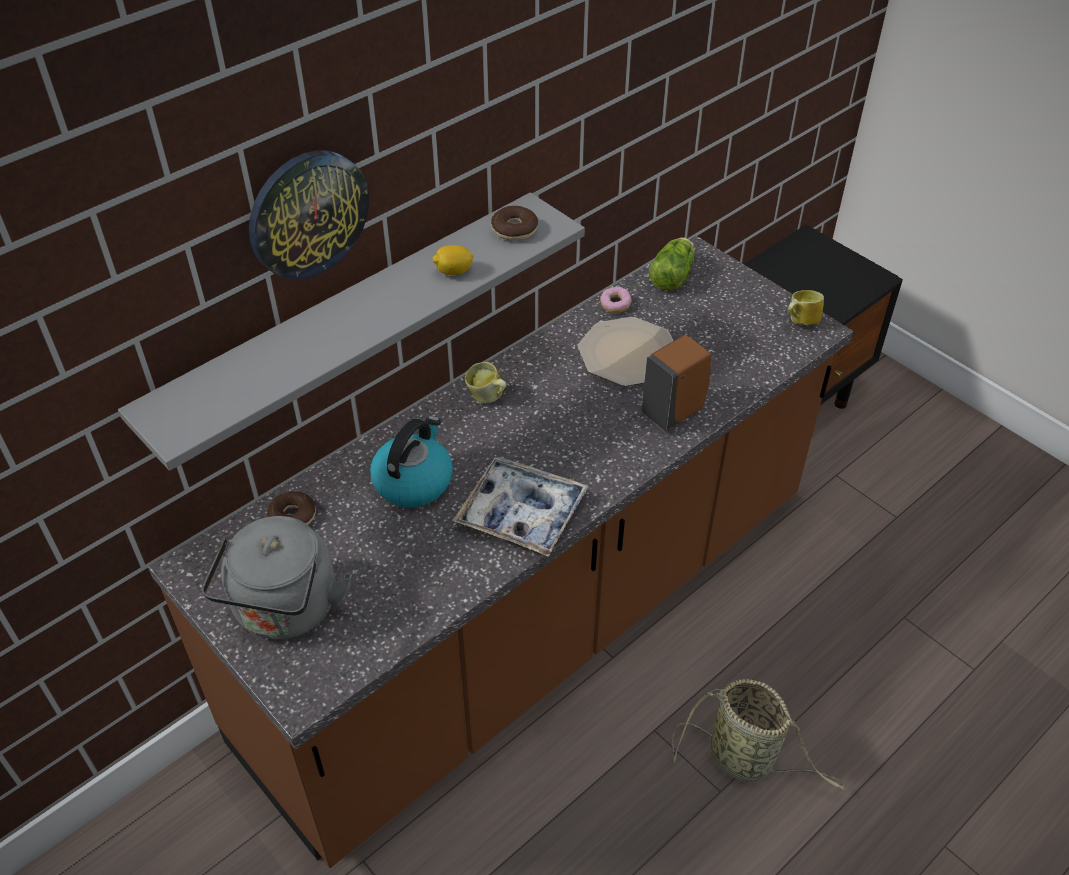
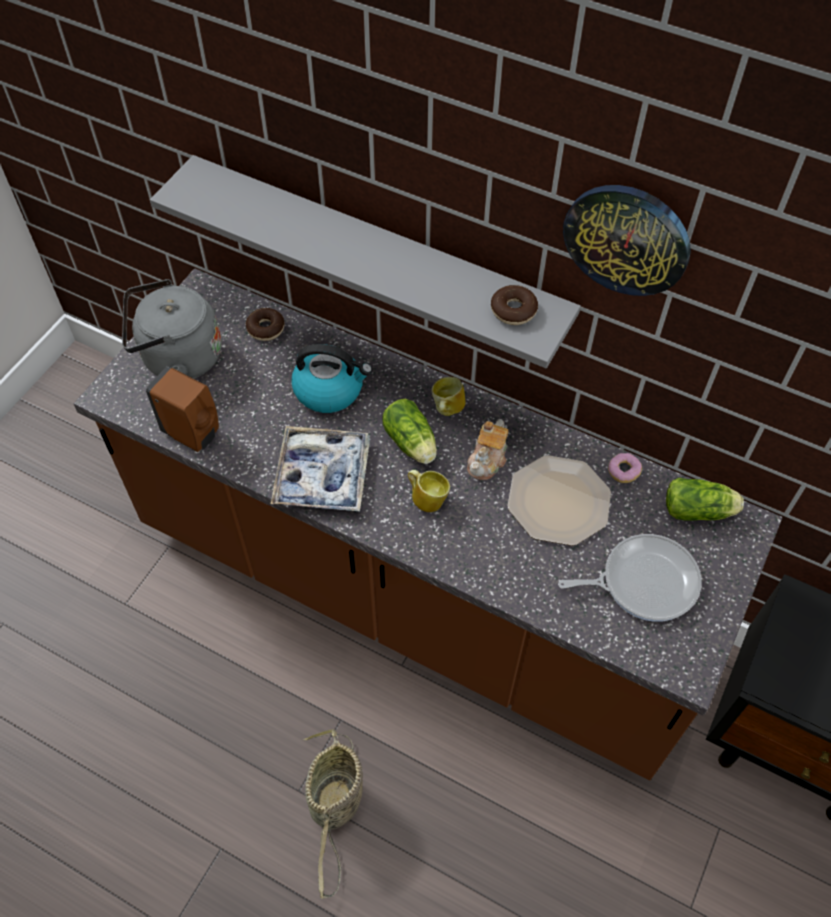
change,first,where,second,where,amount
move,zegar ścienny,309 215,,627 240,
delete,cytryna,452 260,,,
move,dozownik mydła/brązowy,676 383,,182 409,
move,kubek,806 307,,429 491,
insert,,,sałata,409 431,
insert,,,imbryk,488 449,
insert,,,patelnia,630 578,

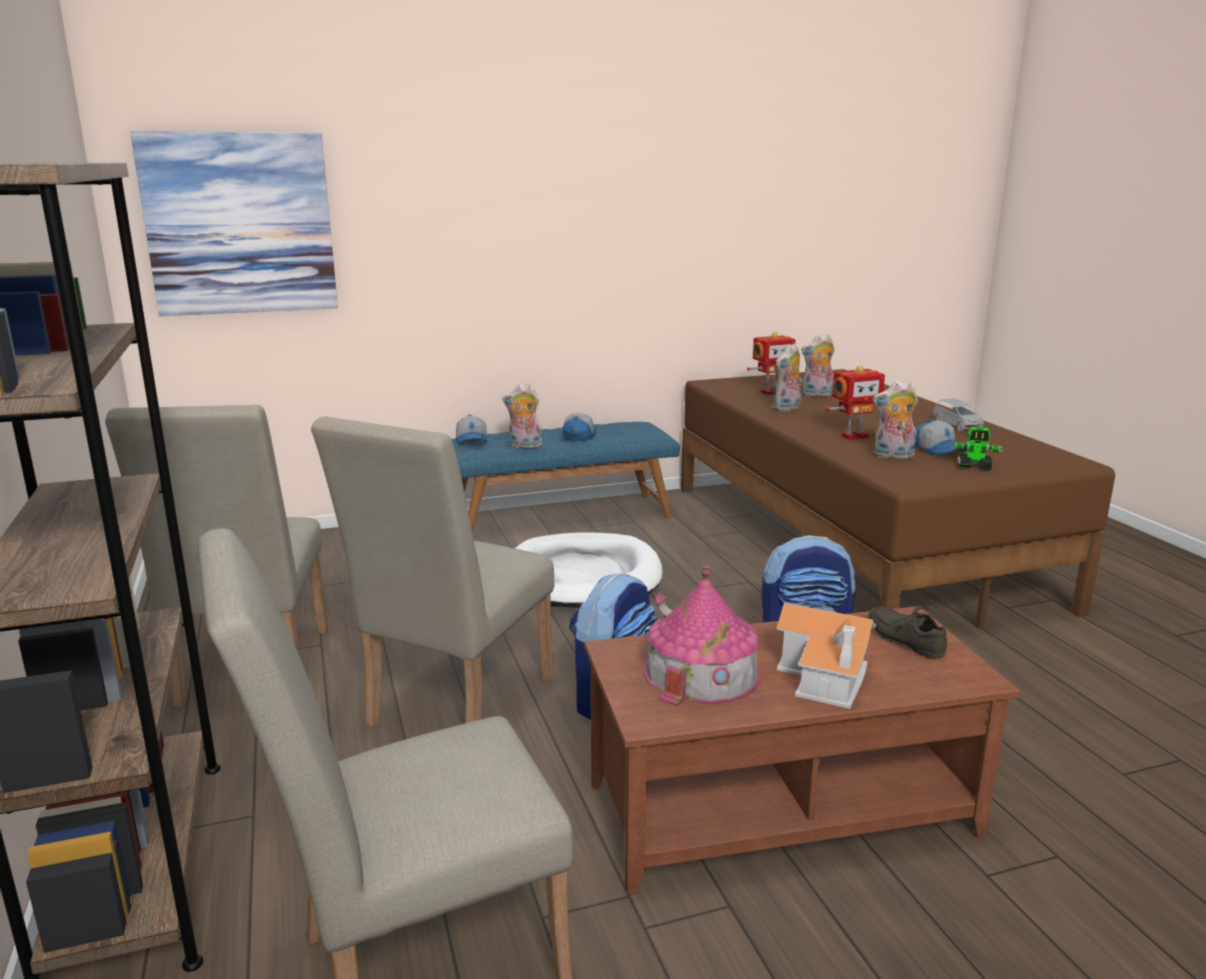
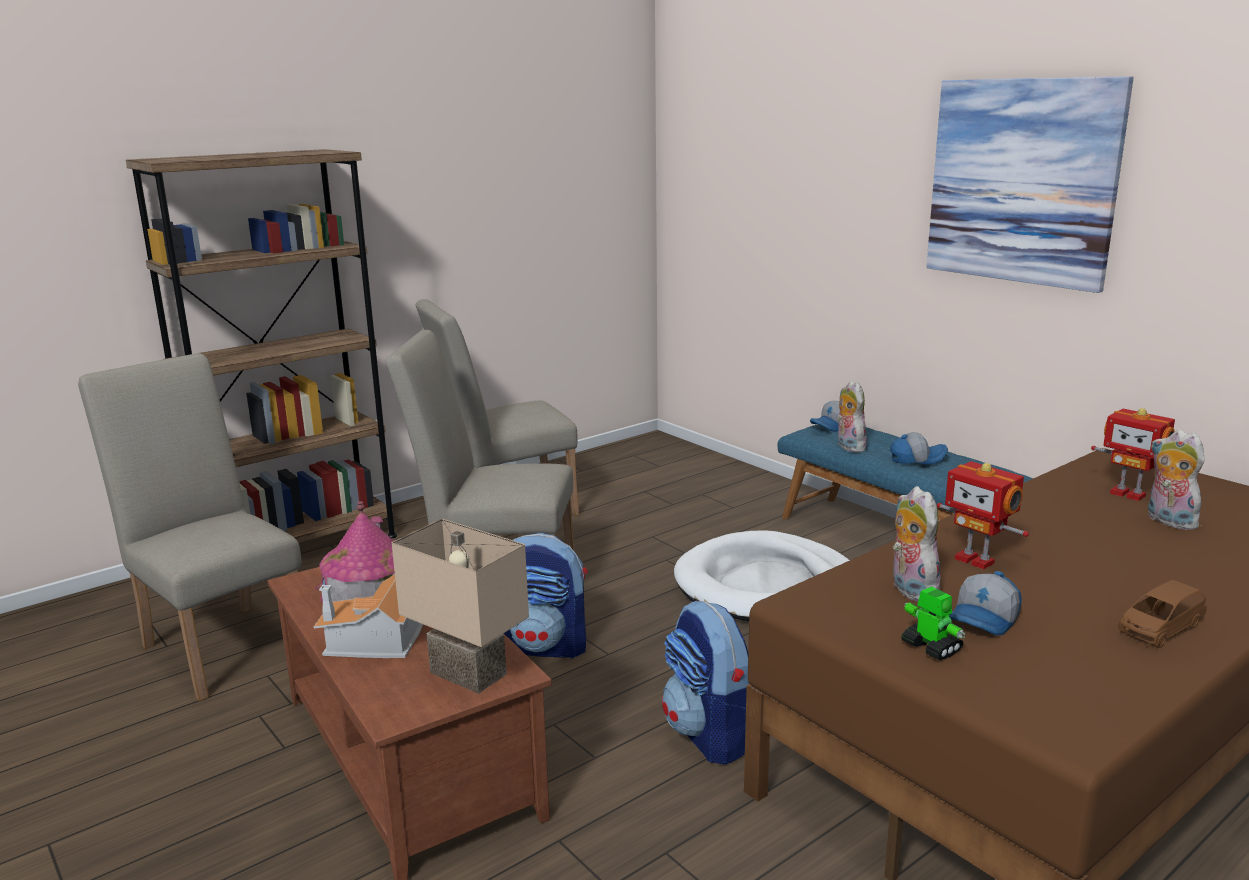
change,first,where,second,where,amount
move,obraz,234 223,,1030 184,
delete,pluszak,787 378,,,
replace,but/szary,907 629,lampa stołowa/beżowy,460 606,
recolor,samochodzik/szary,958 415,samochodzik/brązowy,1162 614,
rotate,robot zabawkowy,977 448,,933 624,150 degrees clockwise

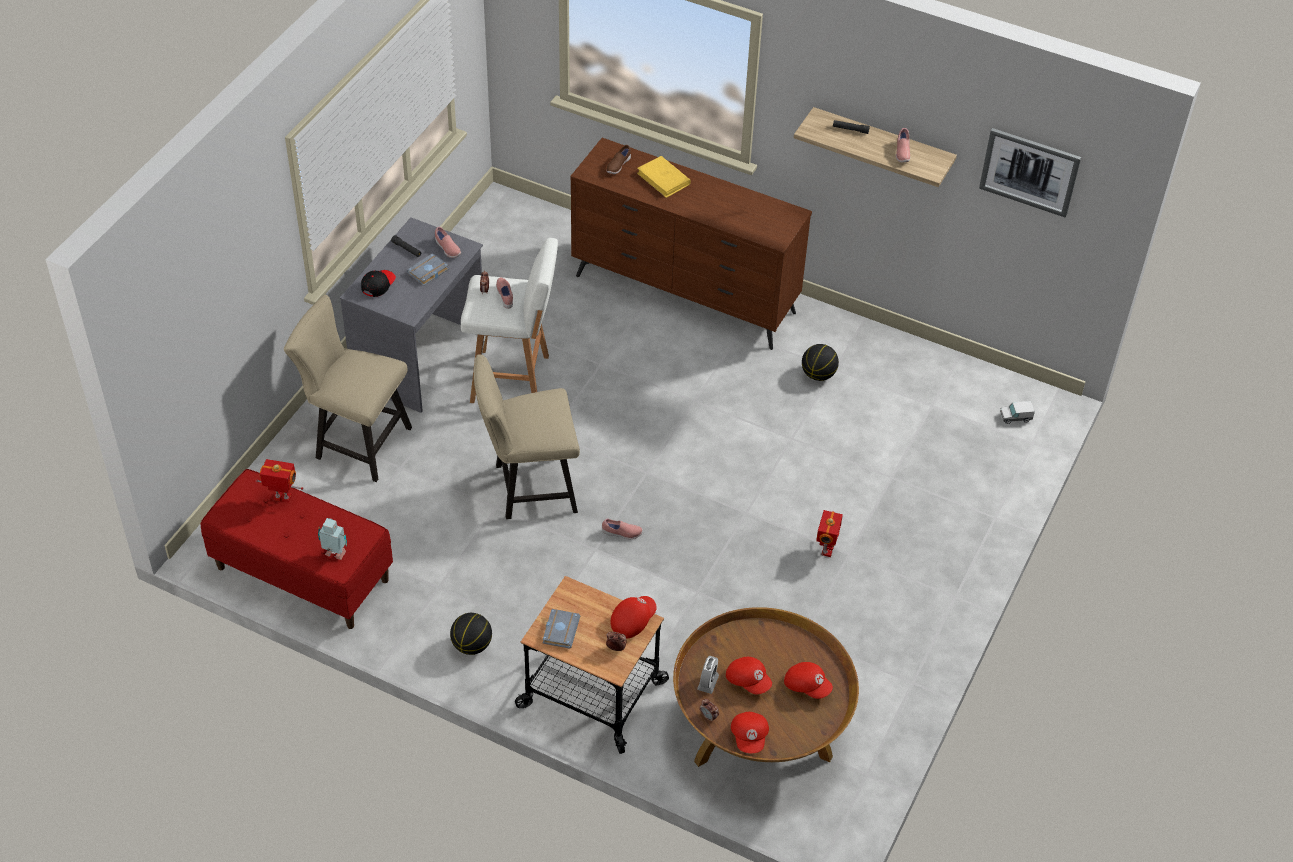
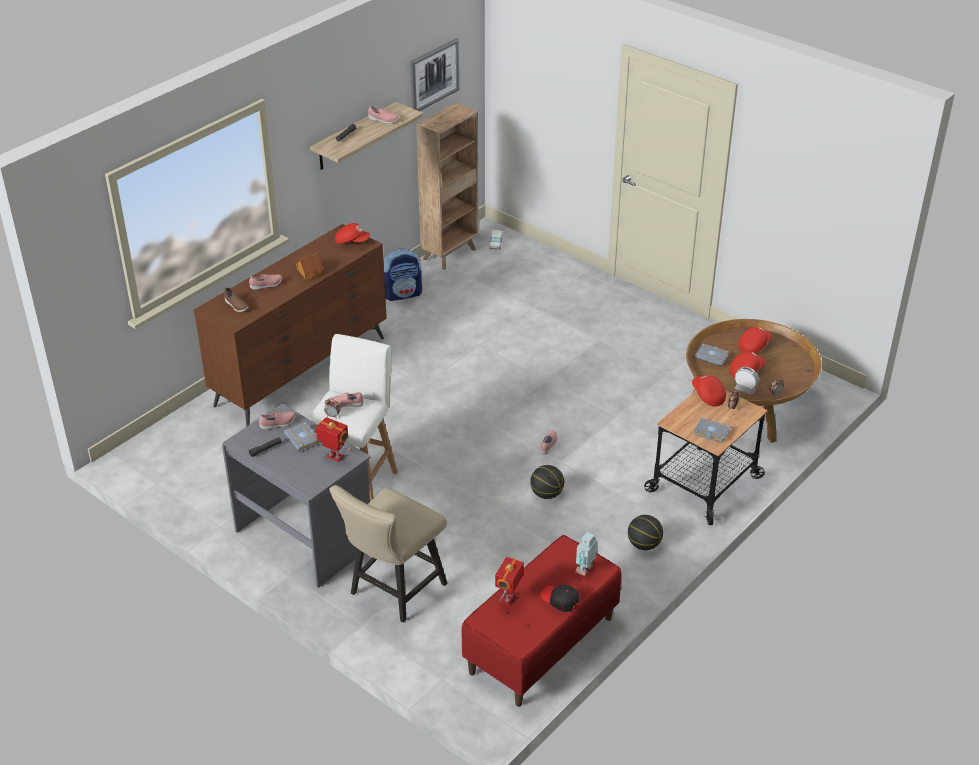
change,first,where,second,where,amount
move,czapka z daszkiem/czarny,378 283,,559 598,
delete,krzesło/beżowy,527 436,,,
replace,książka/żółty,664 177,but/różowy,265 282,
move,czapka z daszkiem/czerwony,750 732,,352 233,
move,piłka do koszykówki,820 362,,547 482,
move,robot zabawkowy,829 533,,333 439,
insert,,,domek,309 266,
insert,,,plecak,402 274,
insert,,,regał/brązowy,447 186,
insert,,,książka/szary,712 355,

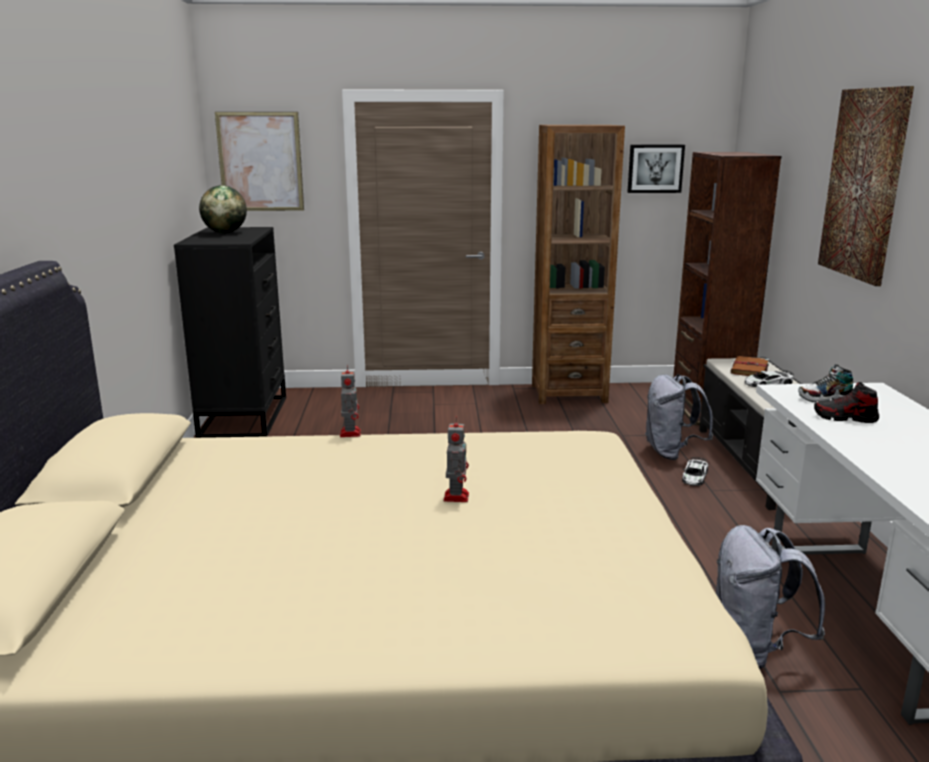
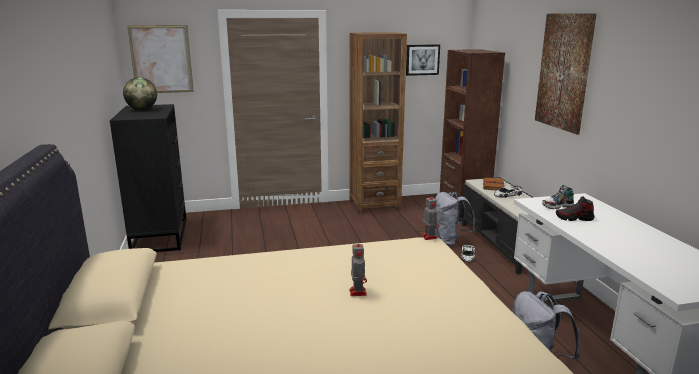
change,first,where,second,where,amount
move,robot zabawkowy,350 401,,430 216,

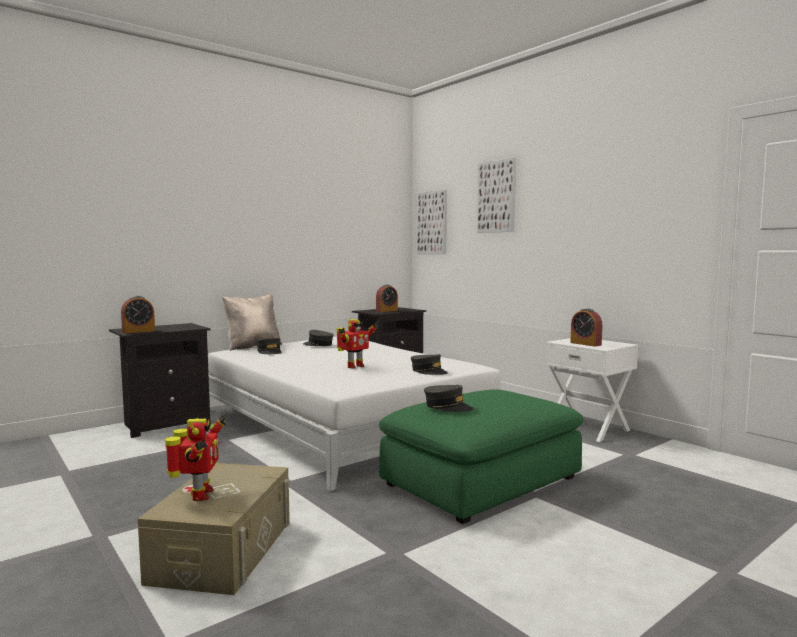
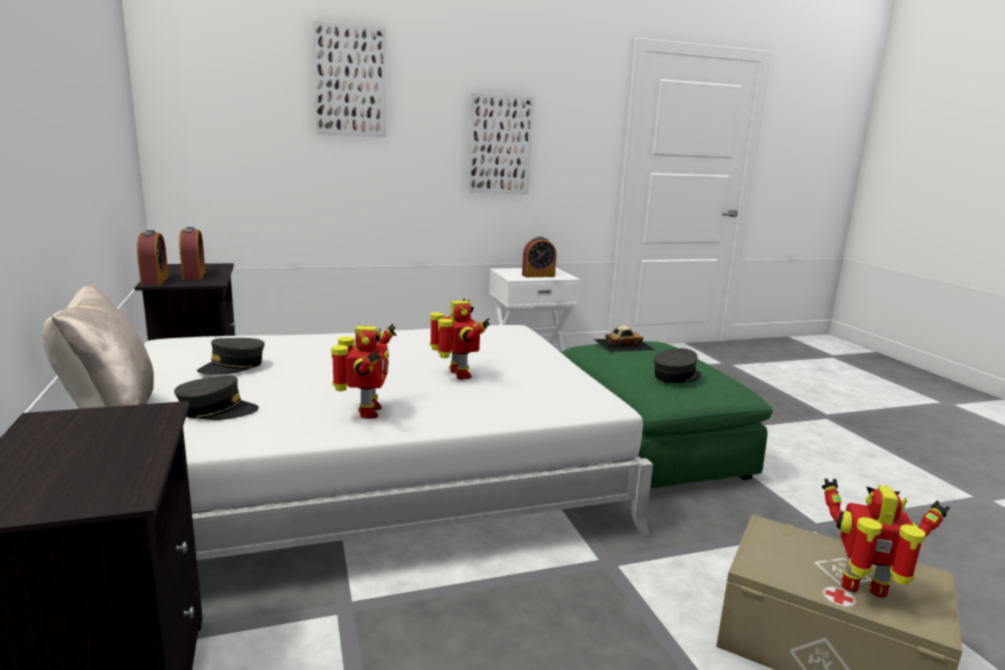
change,first,where,second,where,amount
move,budzik,138 315,,153 258,
delete,czapka z daszkiem/szary,429 364,,,
move,obraz,432 222,,501 143,
insert,,,robot zabawkowy,364 371,
insert,,,samochodzik,624 338,

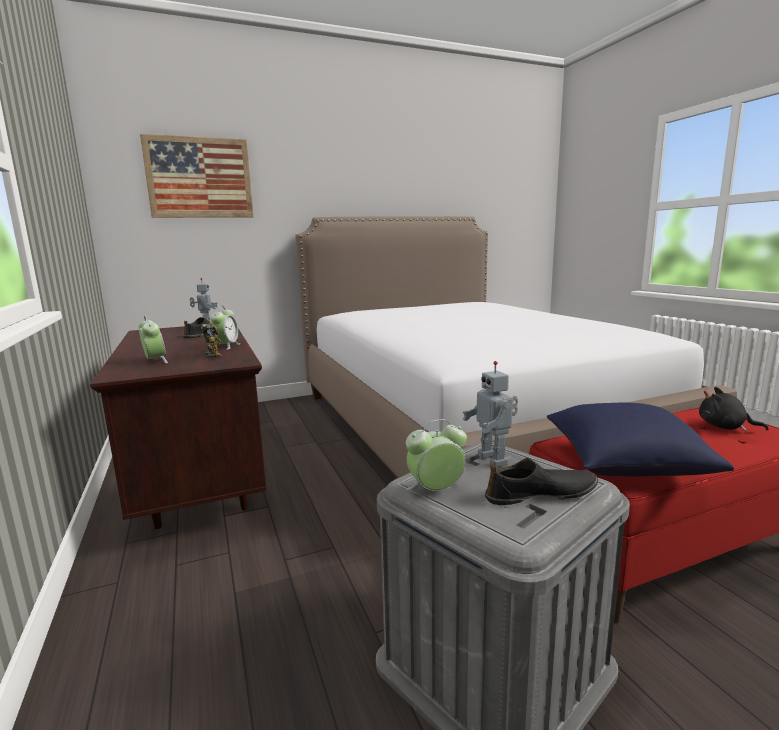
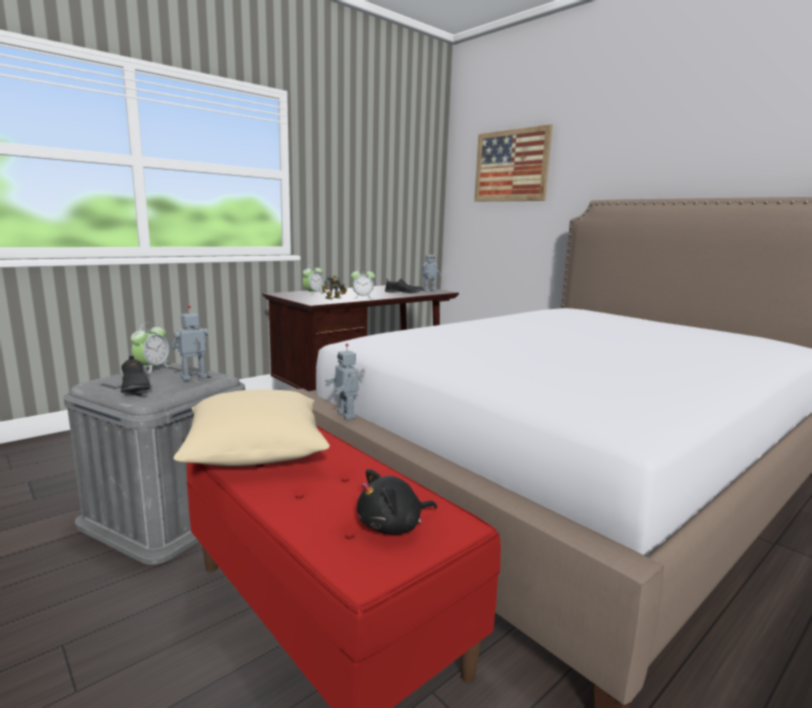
change,first,where,second,where,amount
rotate,budzik,436 455,,151 348,60 degrees clockwise
recolor,poduszka/niebieski,640 440,poduszka/beżowy,252 428,
rotate,pluszak/czarny,733 409,,397 501,135 degrees counterclockwise
insert,,,robot zabawkowy,345 381,

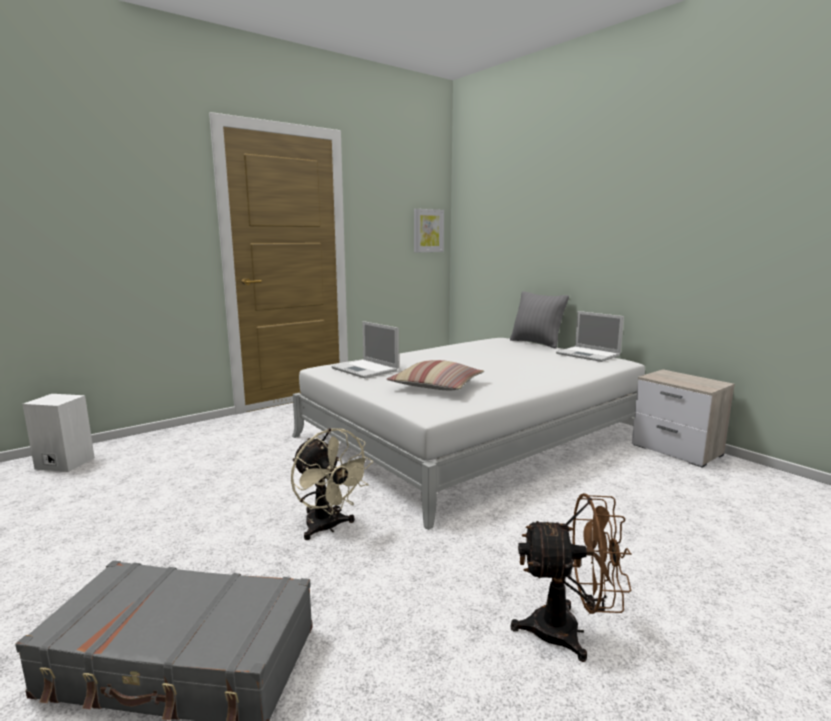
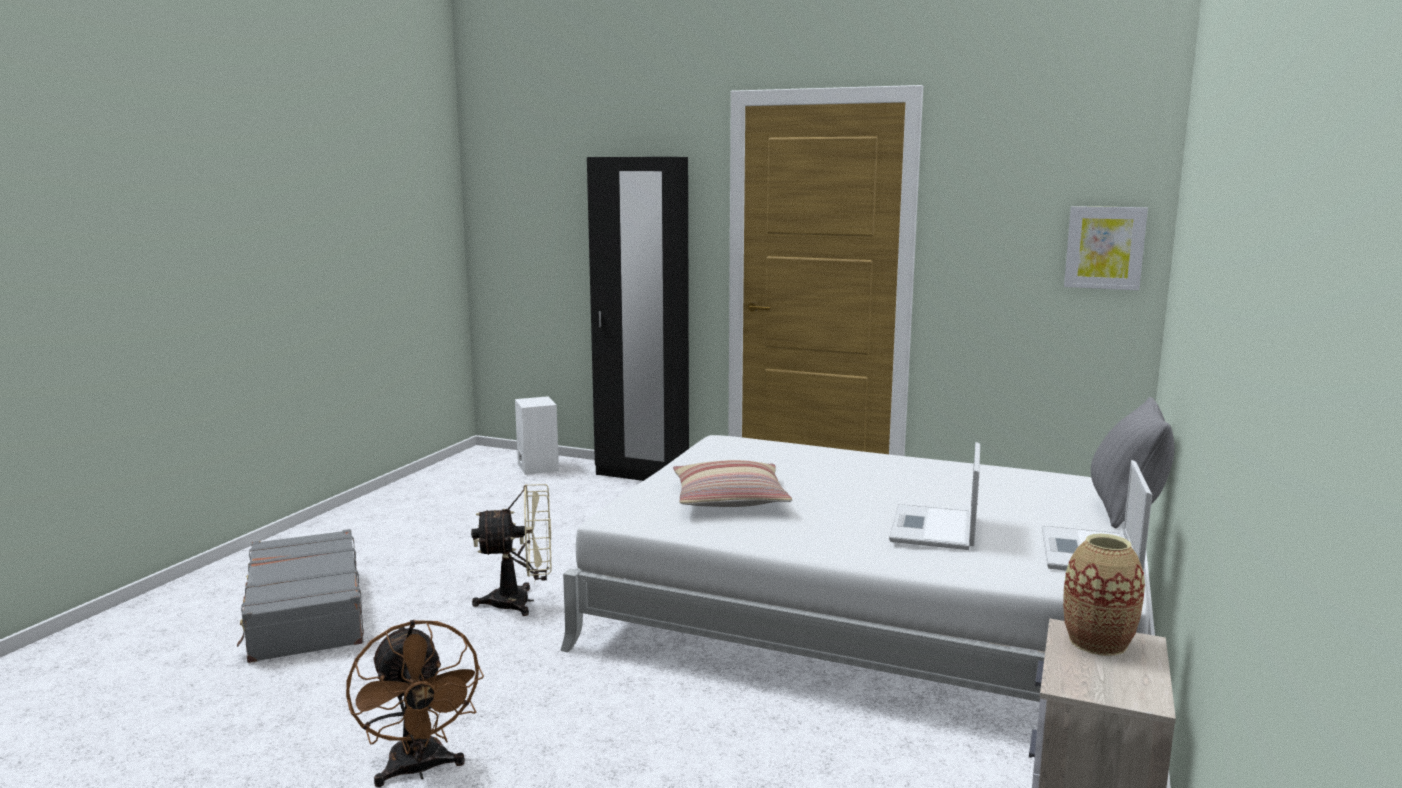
change,first,where,second,where,amount
rotate,wentylator/beżowy,332 484,,511 550,120 degrees counterclockwise
move,laptop,365 349,,934 496,
insert,,,szafa/czarny,638 319,
insert,,,wazon,1104 595,

